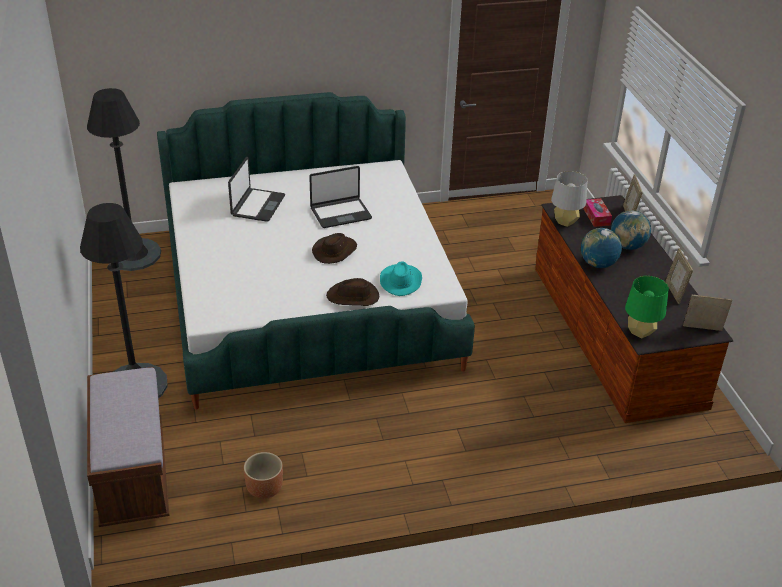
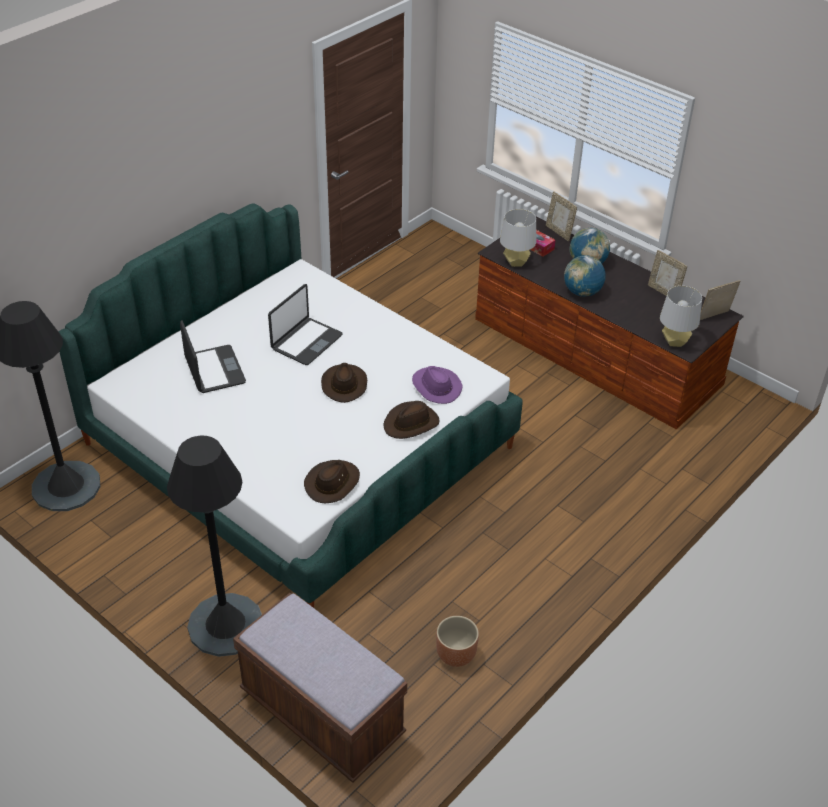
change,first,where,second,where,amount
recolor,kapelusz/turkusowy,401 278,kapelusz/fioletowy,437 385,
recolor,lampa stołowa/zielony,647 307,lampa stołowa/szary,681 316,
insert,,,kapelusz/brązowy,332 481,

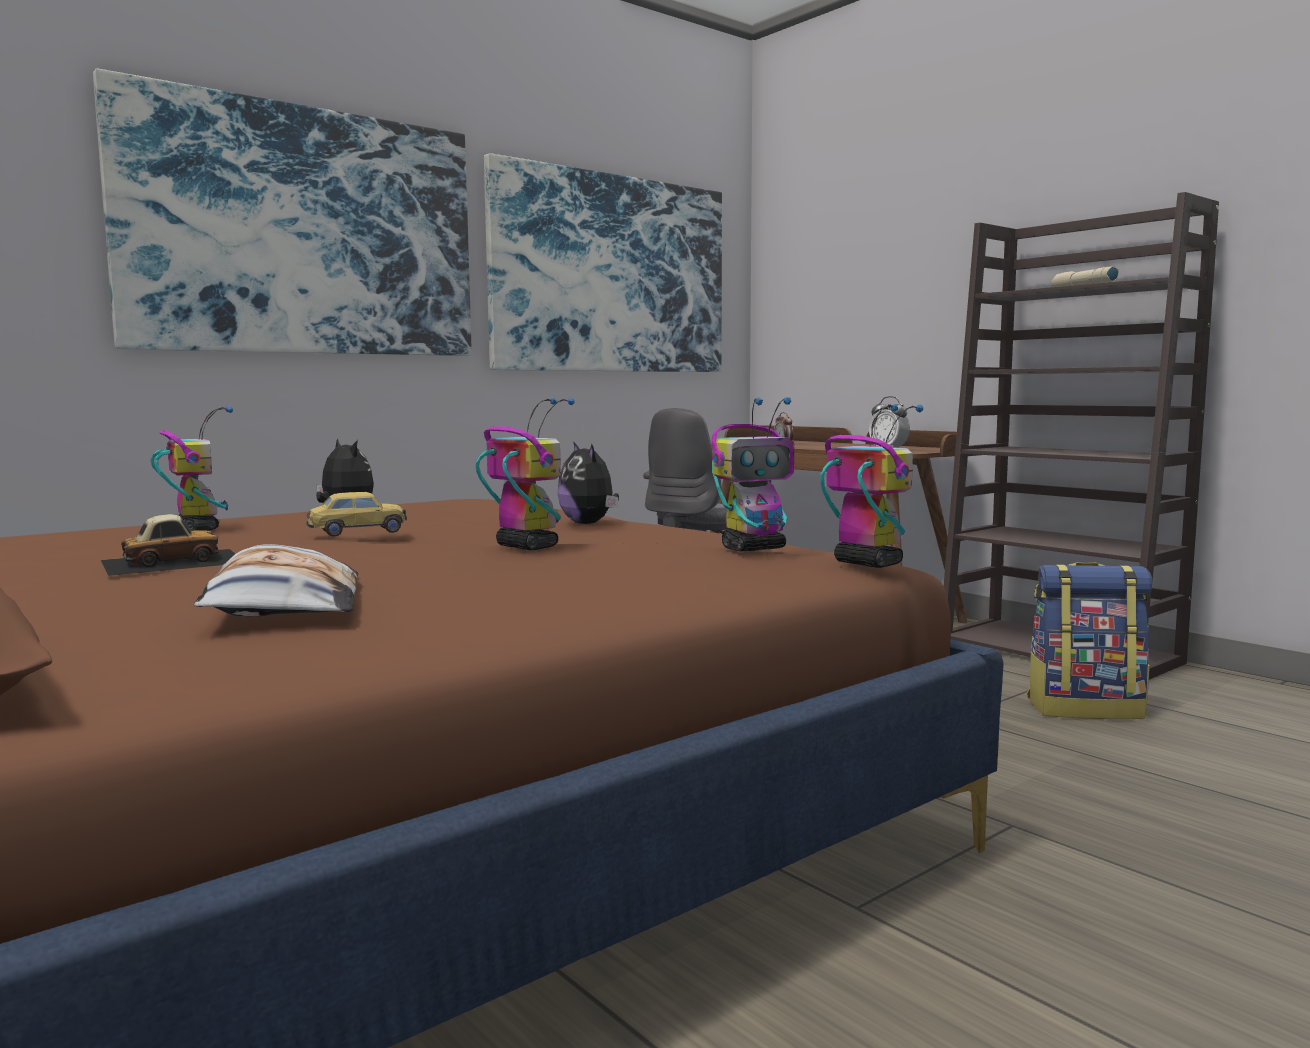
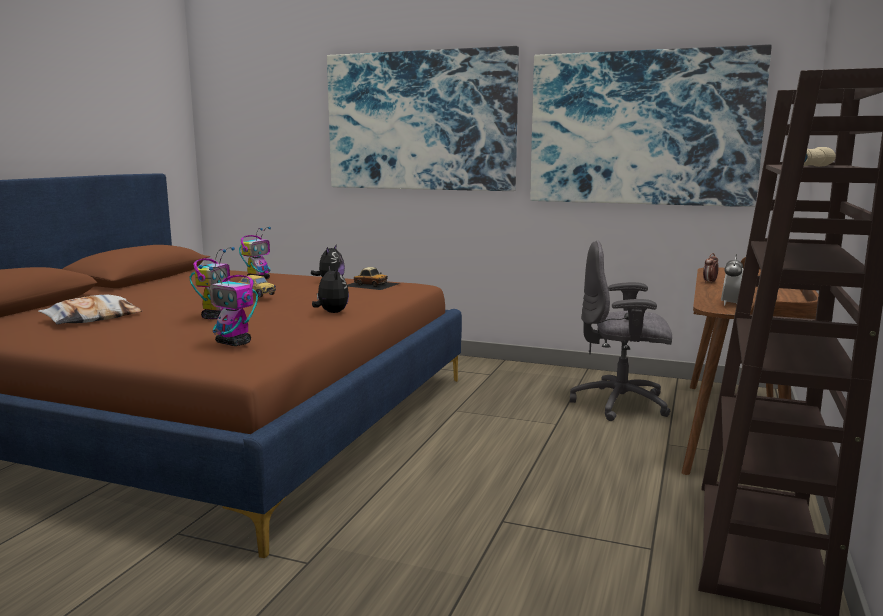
change,first,where,second,where,amount
move,samochodzik,168 545,,373 278,
rotate,pluszak,588 482,,330 289,120 degrees clockwise
delete,robot zabawkowy,871 486,,,
delete,plecak,1089 640,,,

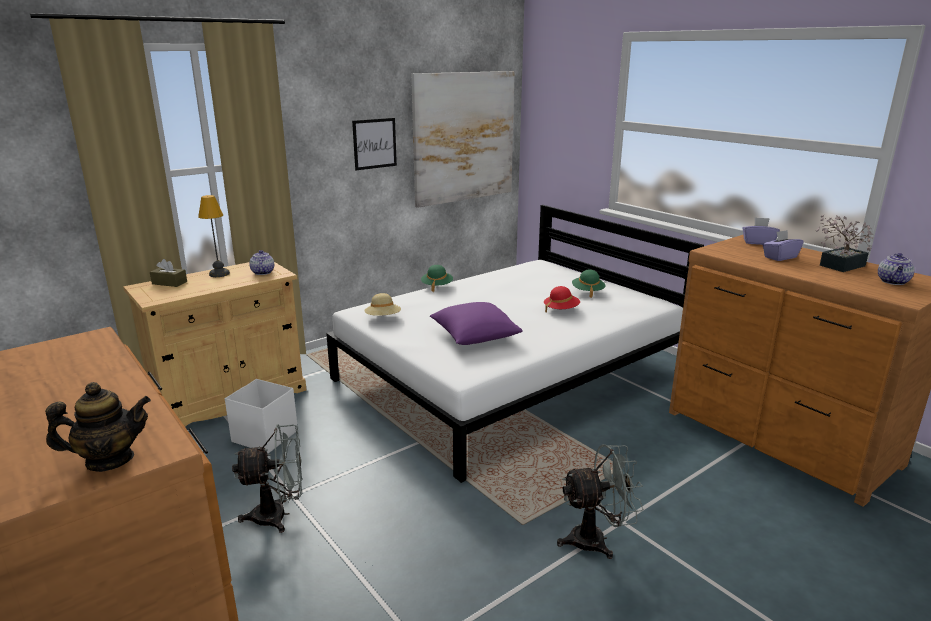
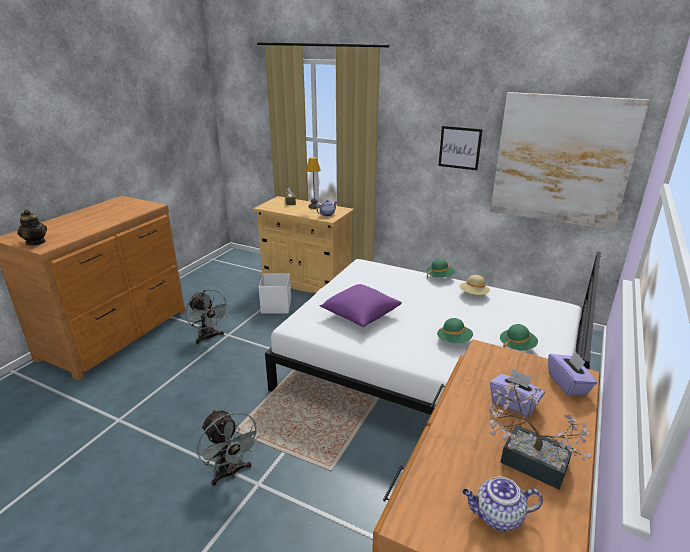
change,first,where,second,where,amount
move,kapelusz/beżowy,382 304,,474 285,
recolor,kapelusz/czerwony,562 299,kapelusz/zielony,455 330,

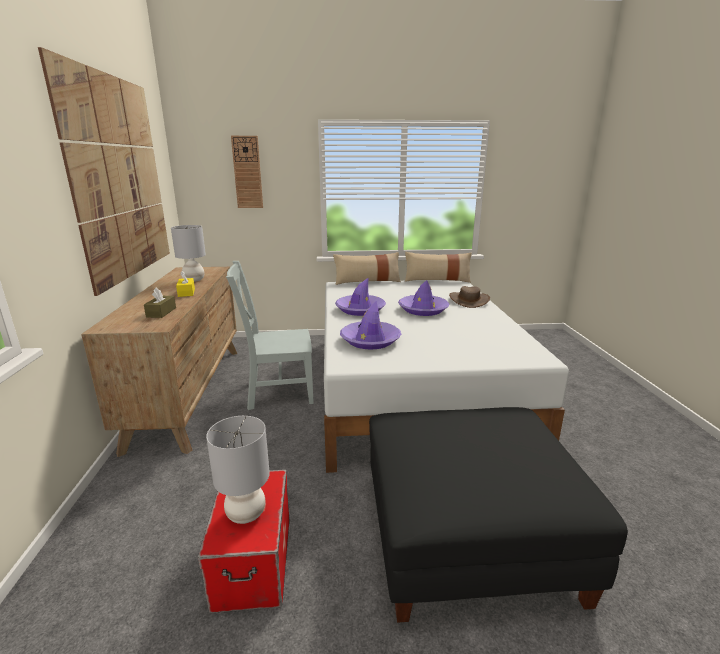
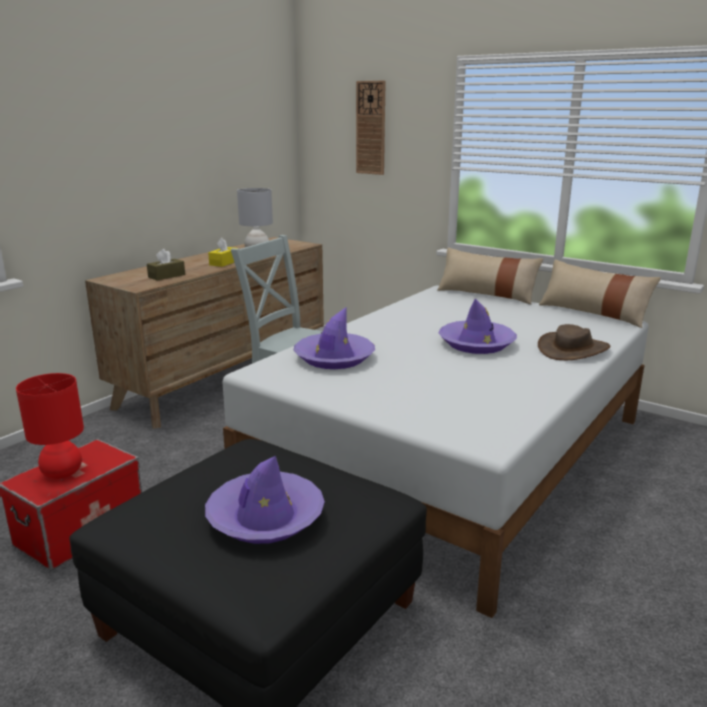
change,first,where,second,where,amount
delete,obraz,104 171,,,
recolor,lampa stołowa/szary,238 470,lampa stołowa/czerwony,50 426,
move,kapelusz/fioletowy,360 297,,265 500,

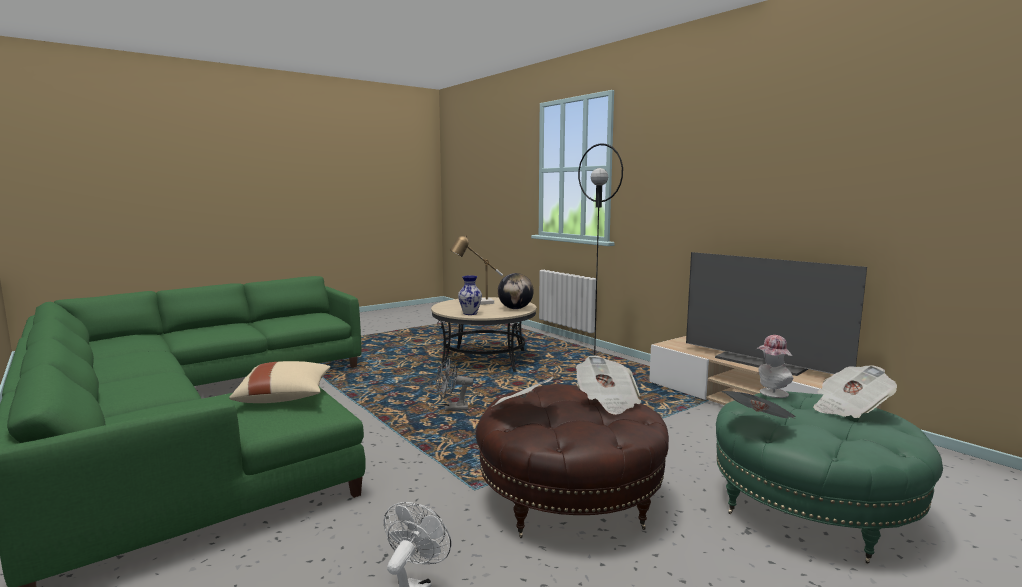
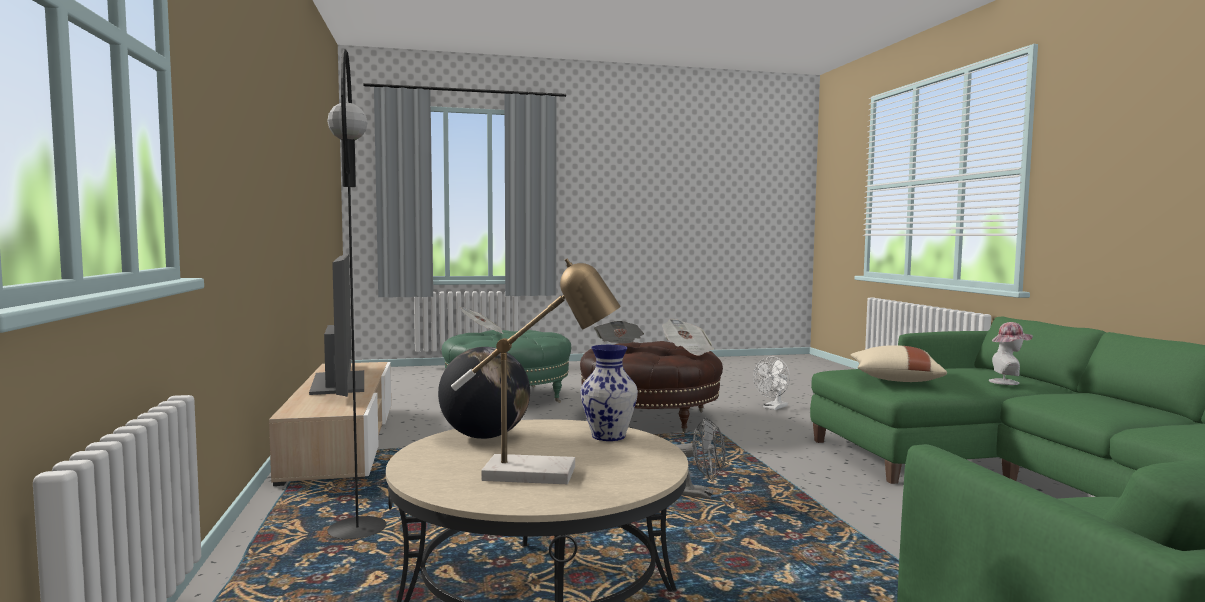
change,first,where,second,where,amount
delete,gazeta,758 404,,,
move,kapelusz,774 366,,1011 353,

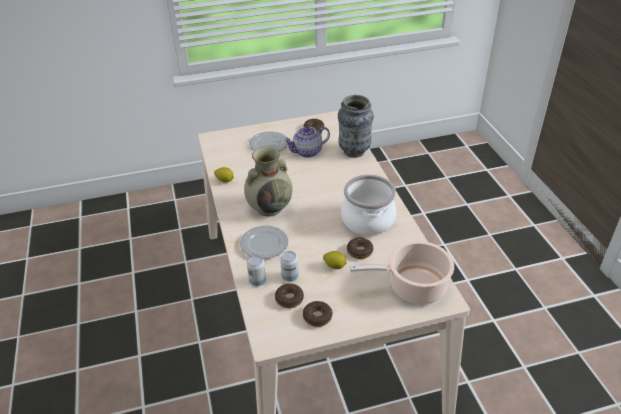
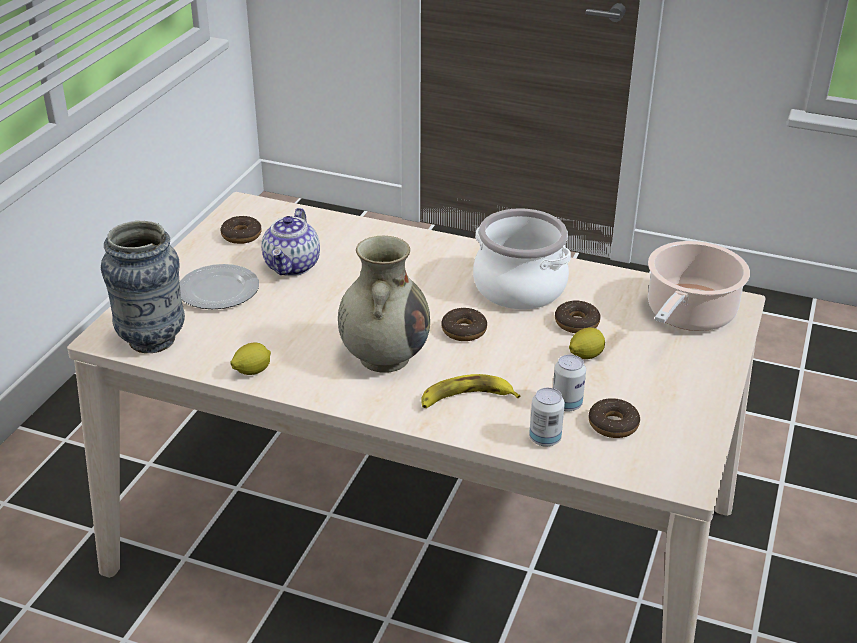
change,first,where,second,where,amount
replace,talerz,264 242,banan,470 391,
move,donut,317 314,,464 324,
move,wazon,356 126,,143 287,

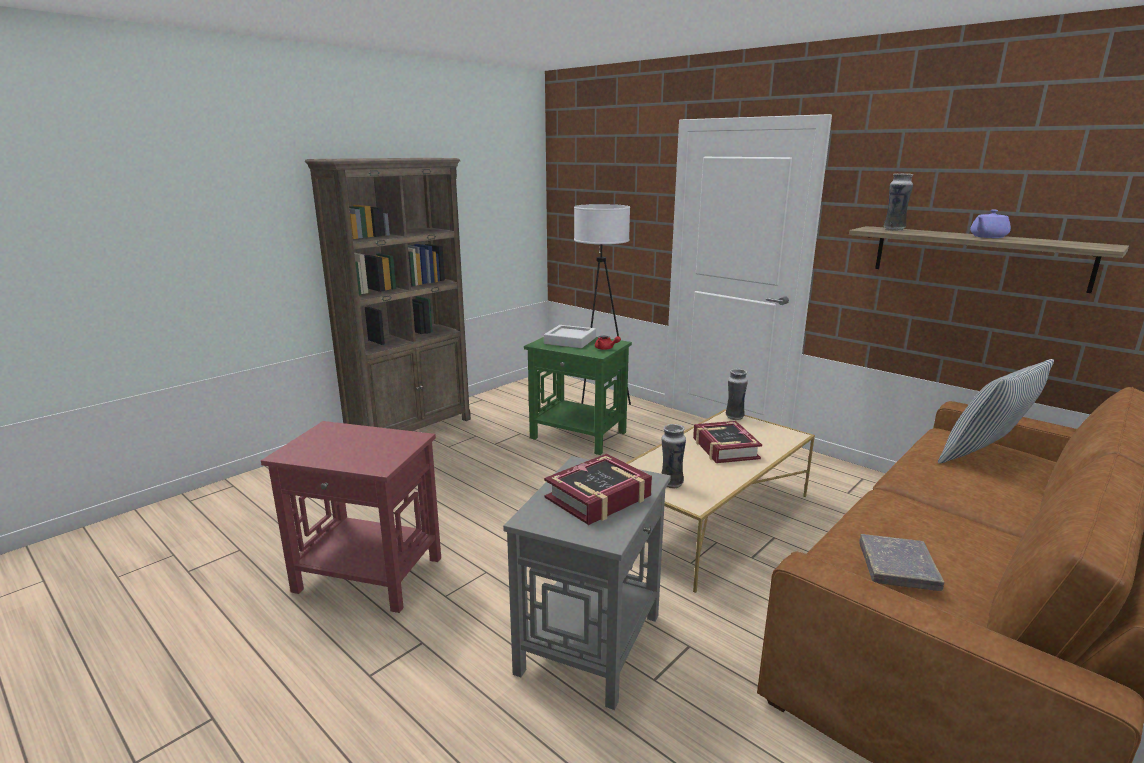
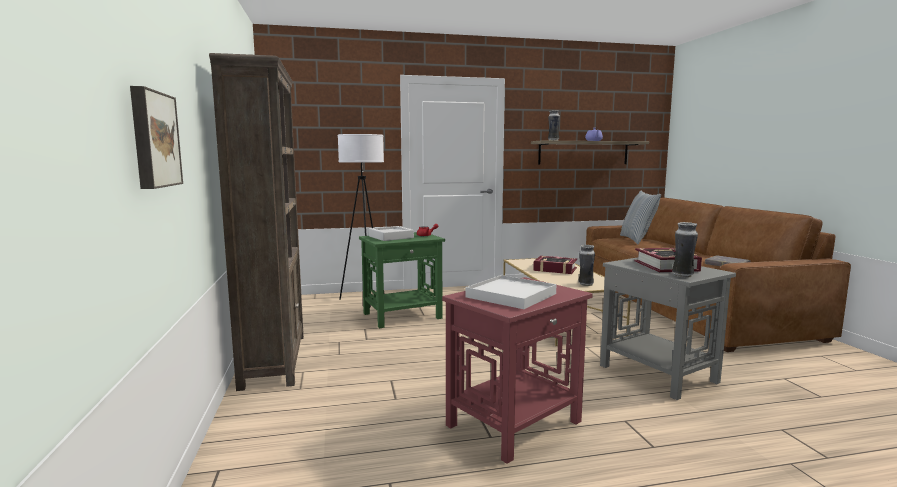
change,first,where,second,where,amount
move,wazon,737 394,,685 250,
insert,,,obraz,156 137,
insert,,,taca/biały,510 292,

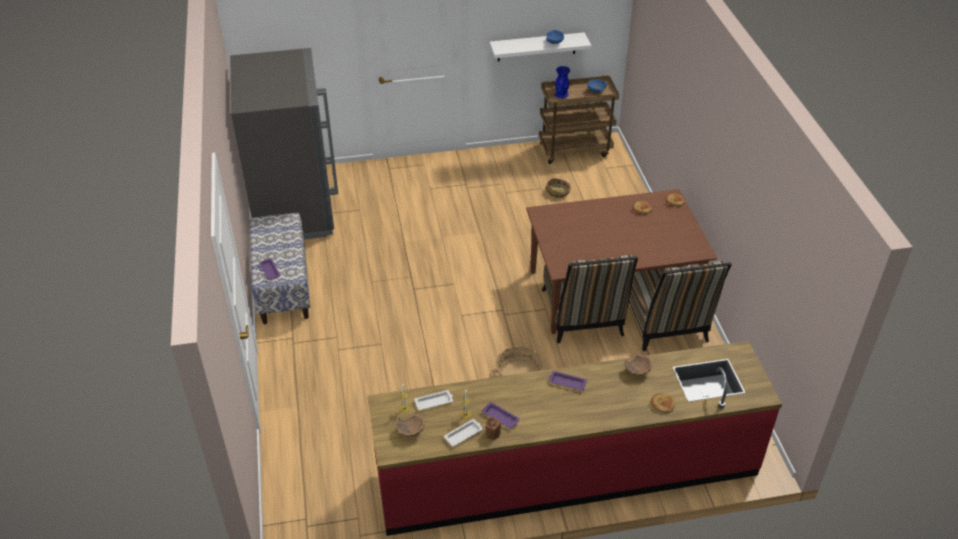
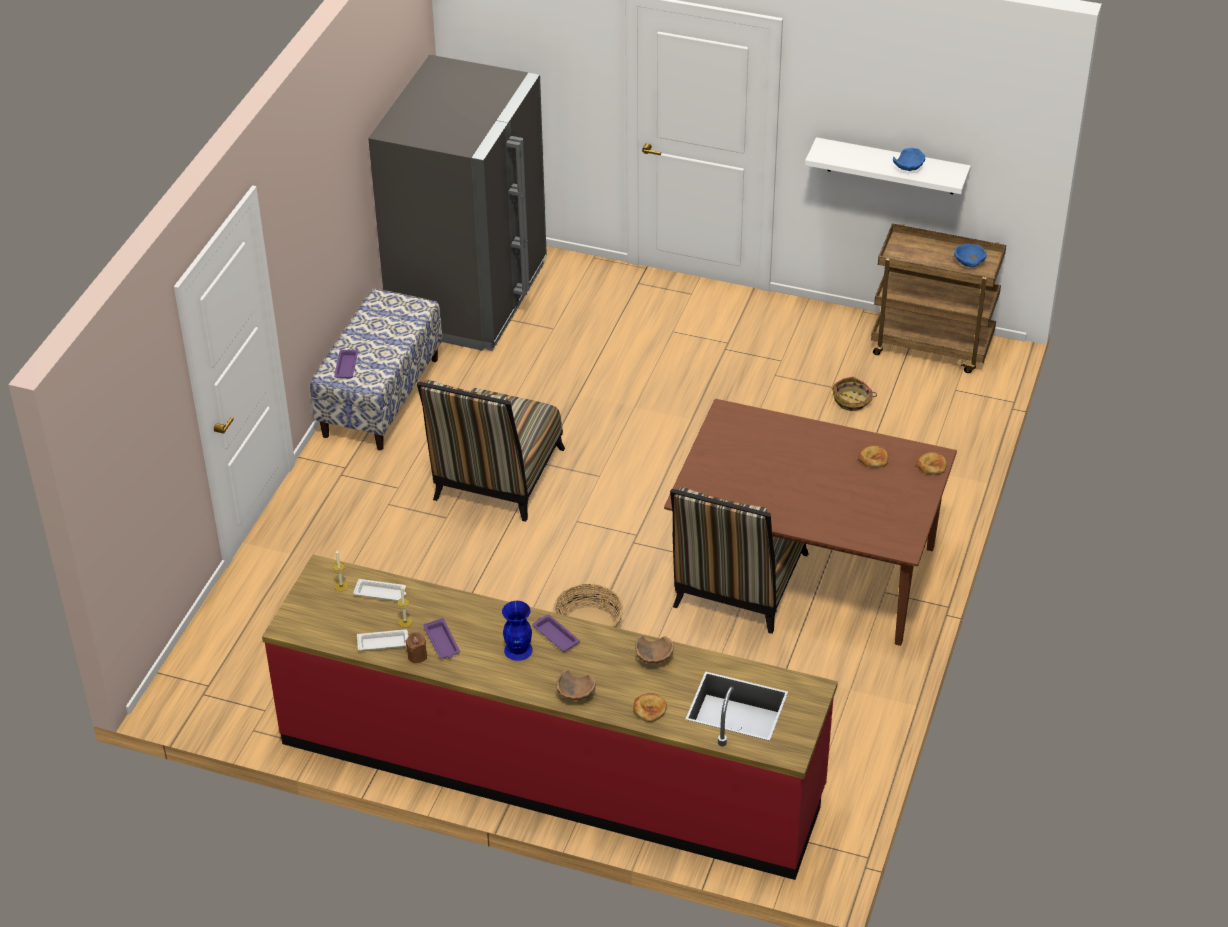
change,first,where,second,where,amount
move,miska/brązowy,410 425,,576 685,
move,wazon/niebieski,562 82,,517 631,
move,krzesło,680 306,,491 451,

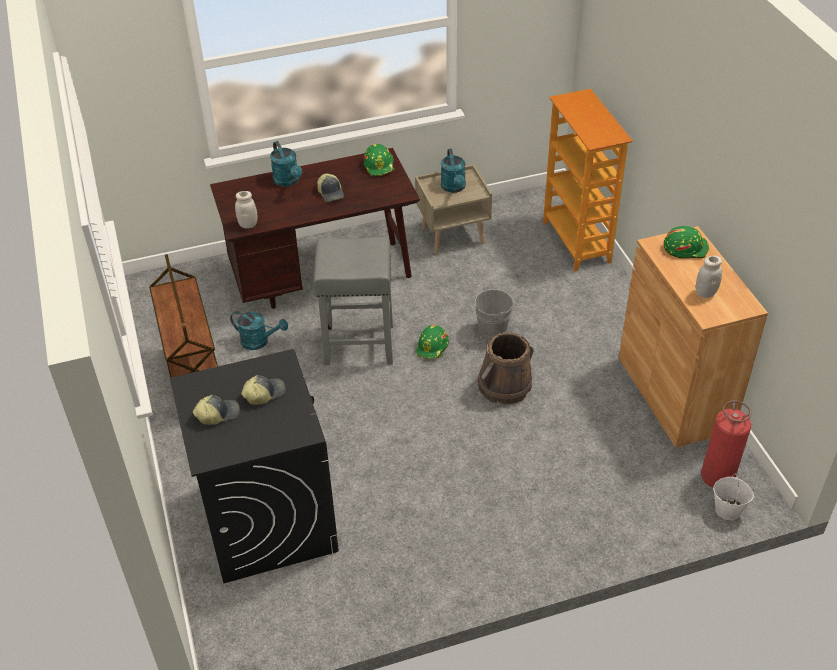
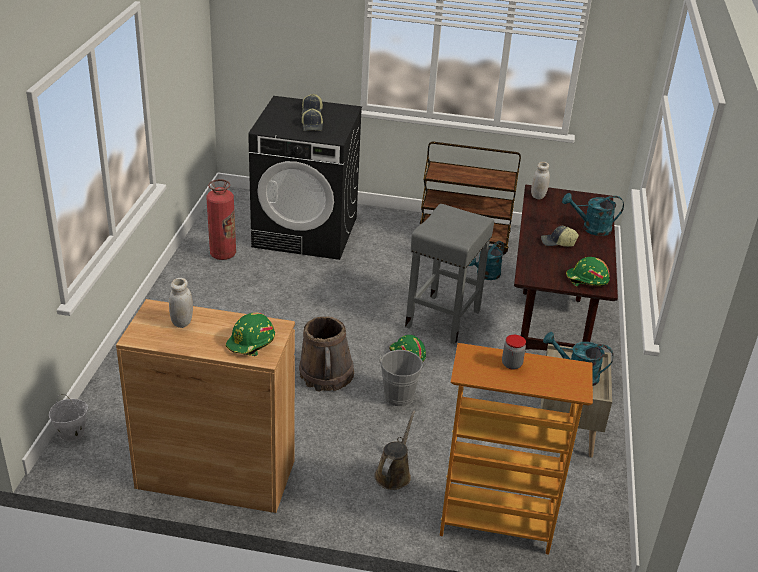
change,first,where,second,where,amount
move,gaśnica,726 444,,221 219,
insert,,,konewka/brązowy,394 450,
insert,,,słoik,514 352,

